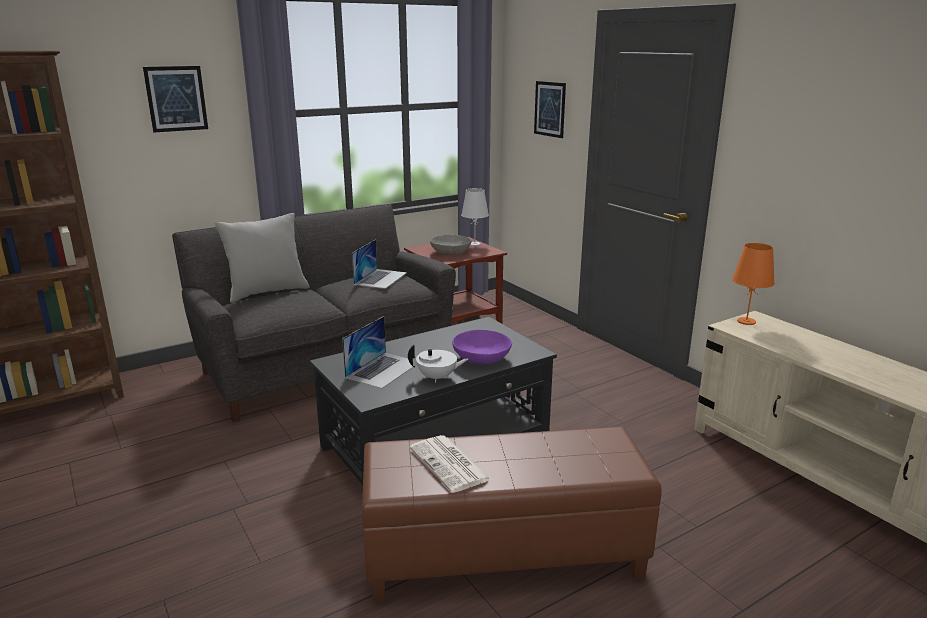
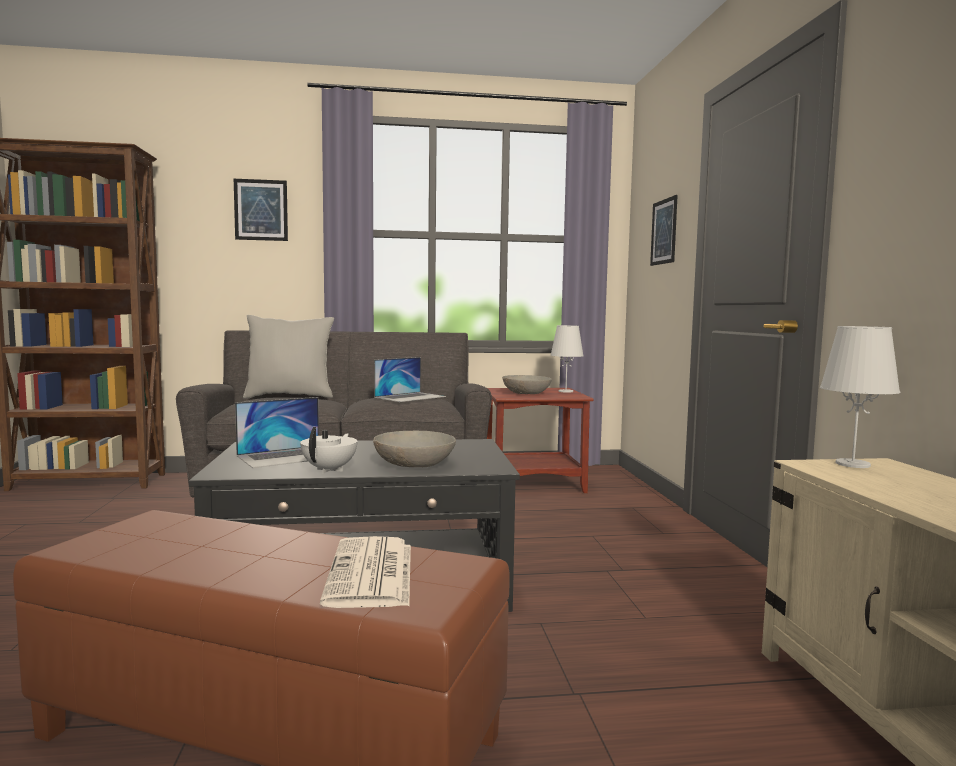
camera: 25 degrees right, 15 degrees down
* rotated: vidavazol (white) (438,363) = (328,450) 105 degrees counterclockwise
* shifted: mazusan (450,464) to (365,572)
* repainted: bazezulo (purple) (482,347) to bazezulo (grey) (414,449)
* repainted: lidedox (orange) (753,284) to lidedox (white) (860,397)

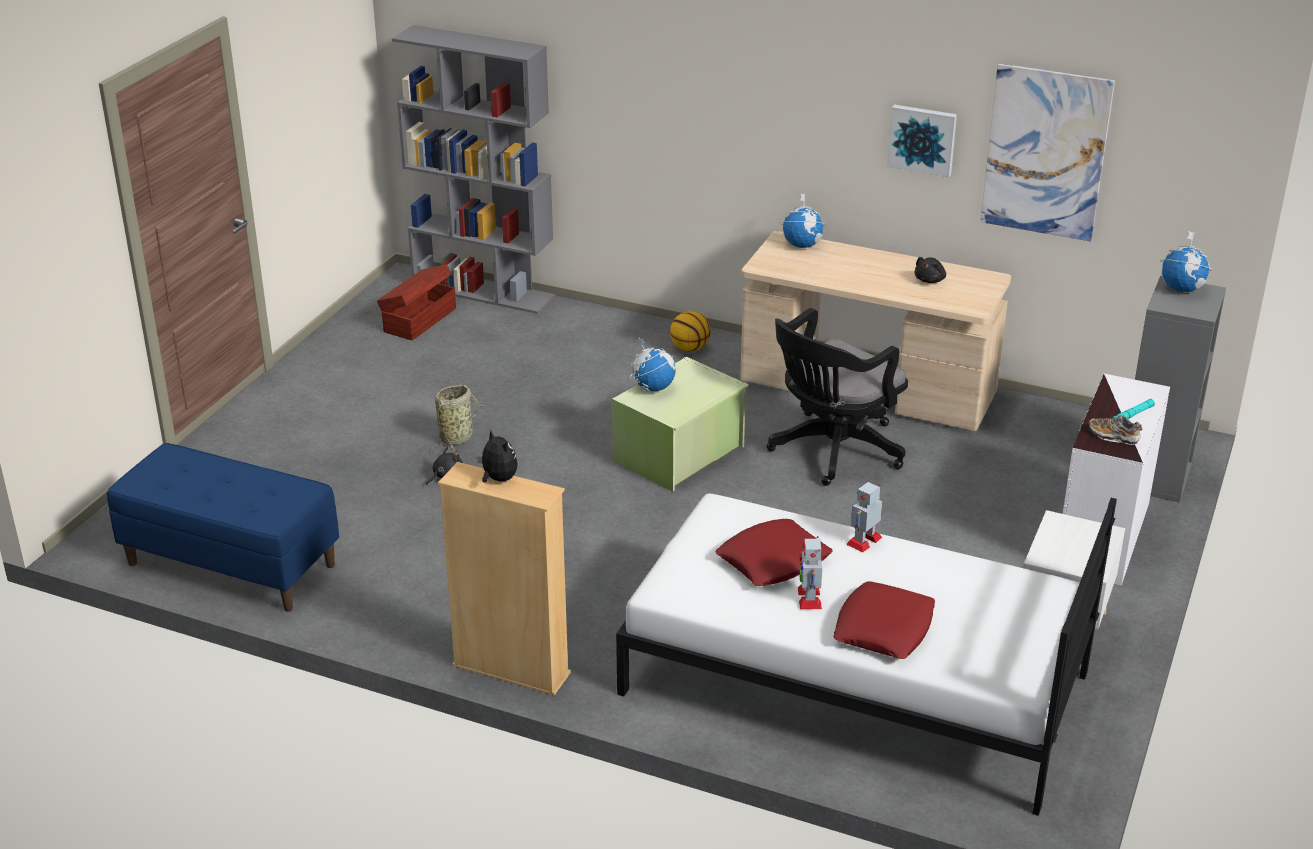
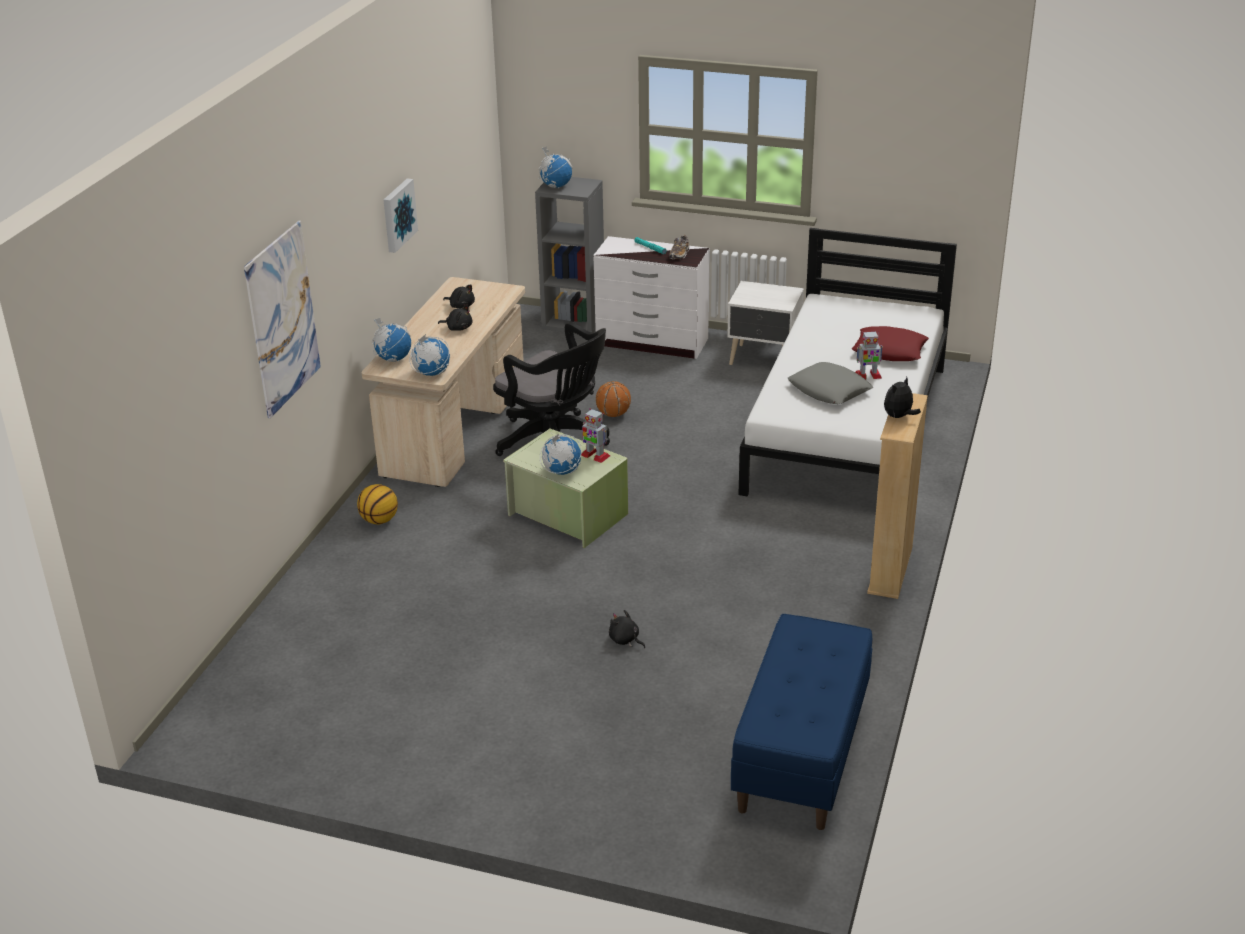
camera: 95 degrees left, 0 degrees up
* gone: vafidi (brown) (416,302)
* gone: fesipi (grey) (473,169)
* gone: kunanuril (459,419)
* repainted: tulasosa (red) (774,552) to tulasosa (grey) (830,383)
* shifted: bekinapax (864,517) to (595,435)
* shifted: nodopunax (1048,153) to (282,319)
* new: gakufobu (429,355)
* new: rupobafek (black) (455,317)
* new: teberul (613,399)

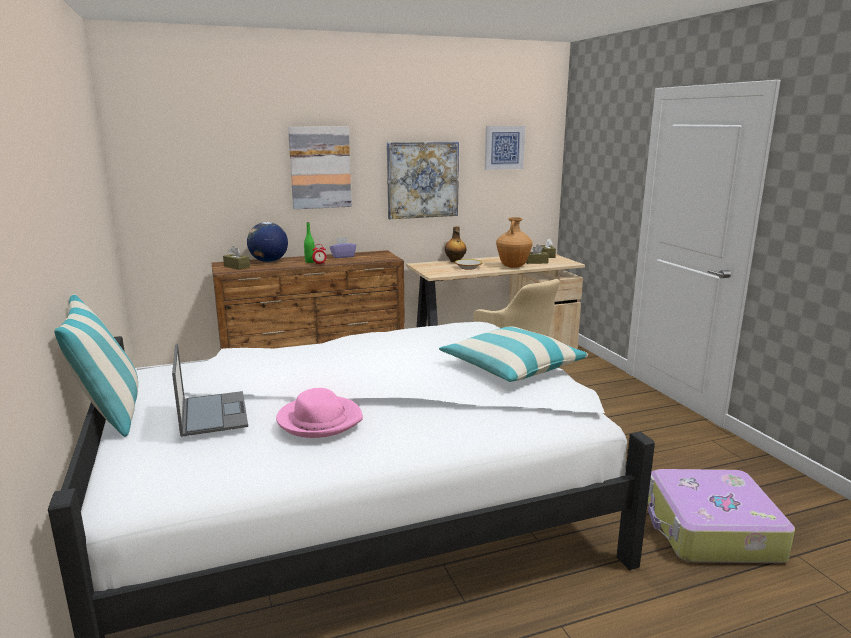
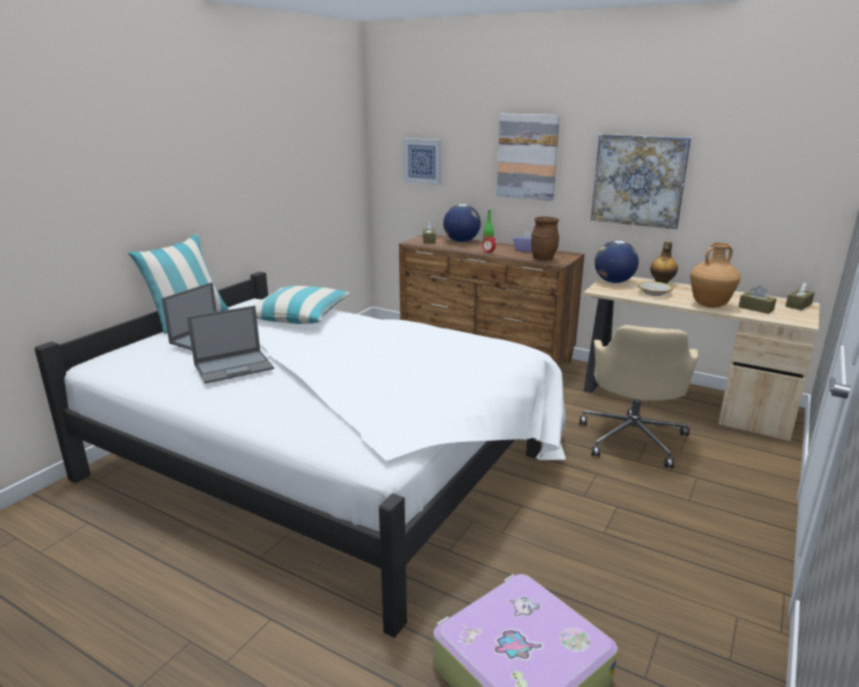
camera: 50 degrees right, 5 degrees up
* swapped: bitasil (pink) (319,413) to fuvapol (230,344)
* shifted: tulasosa (513,354) to (301,305)
* shifted: nodopunax (505,148) to (422,161)
* new: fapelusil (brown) (545,238)
* new: gakufobu (617,261)

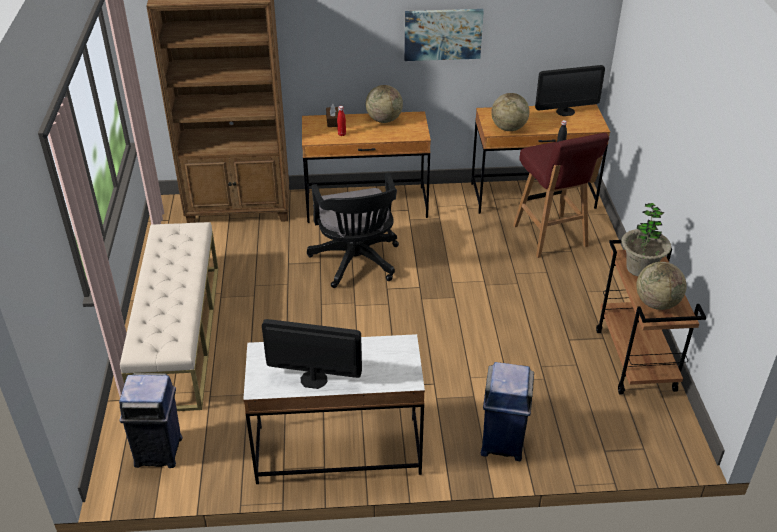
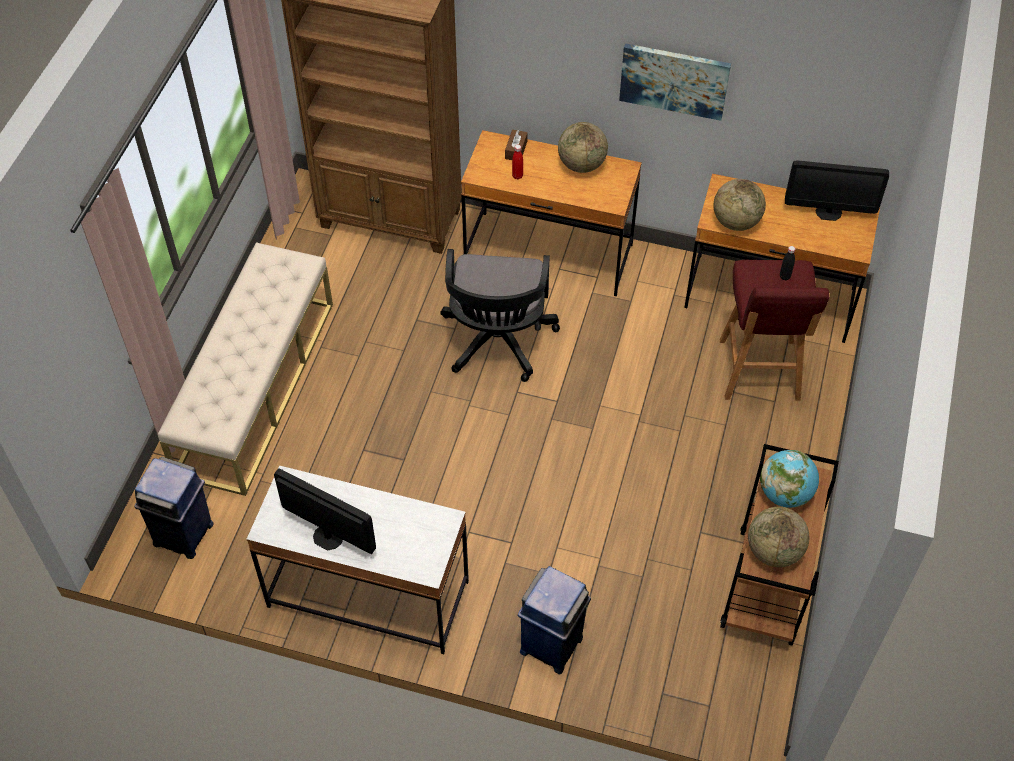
camera: 20 degrees right, 15 degrees up
* swapped: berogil (646,239) to gakufobu (789,479)

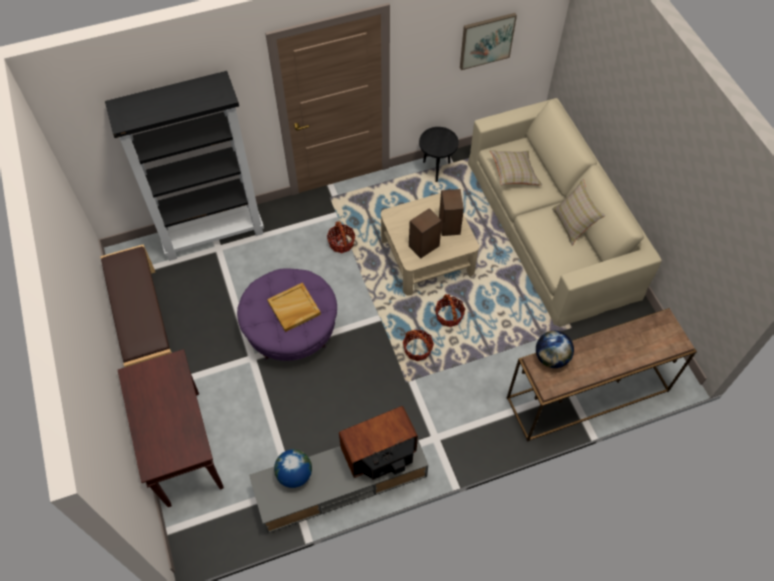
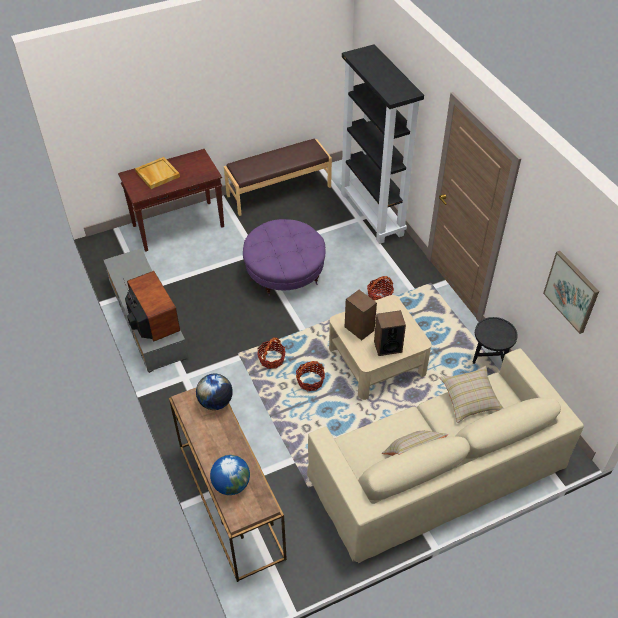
camera: 85 degrees right, 10 degrees down
* shifted: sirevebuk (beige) (294,307) to (157,173)
* shifted: gakufobu (293,468) to (230,475)

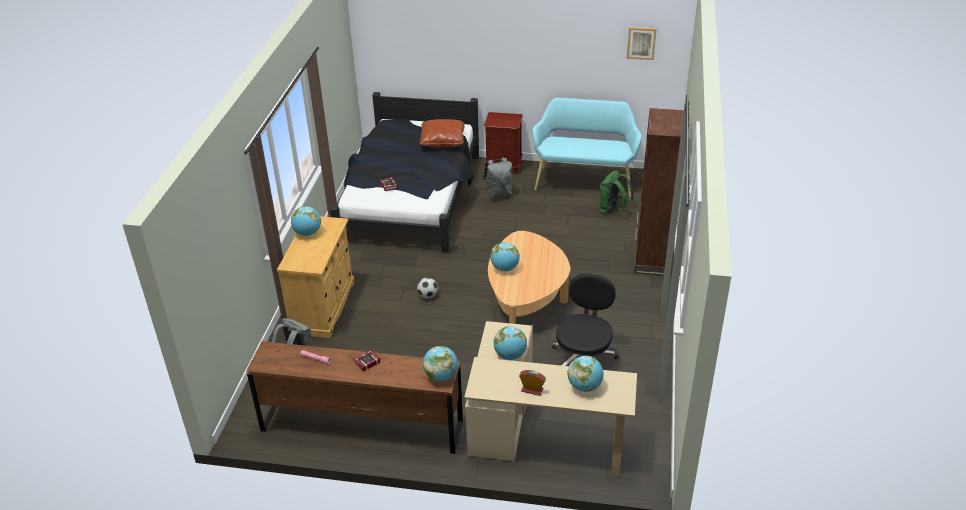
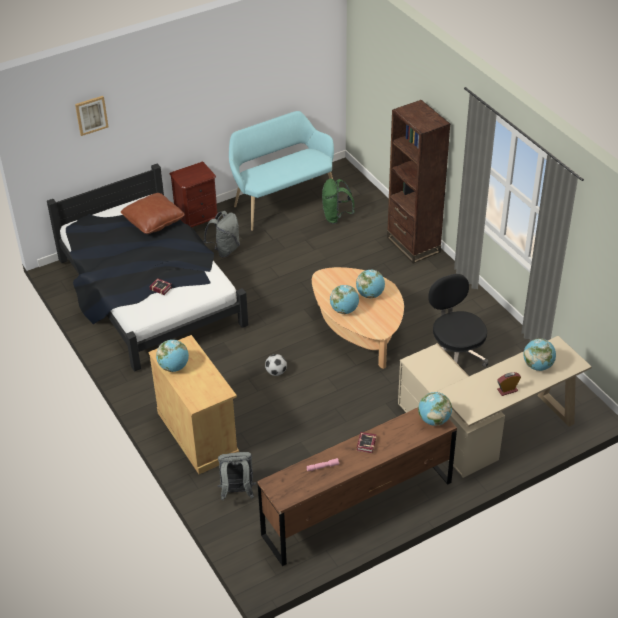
camera: 40 degrees left, 5 degrees up
* shifted: gakufobu (510,343) to (370,284)
* shifted: nodopunax (642,43) to (91,116)

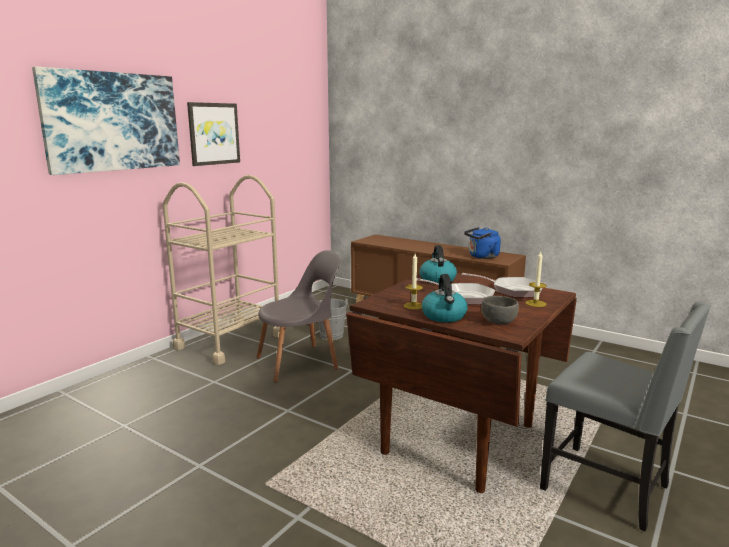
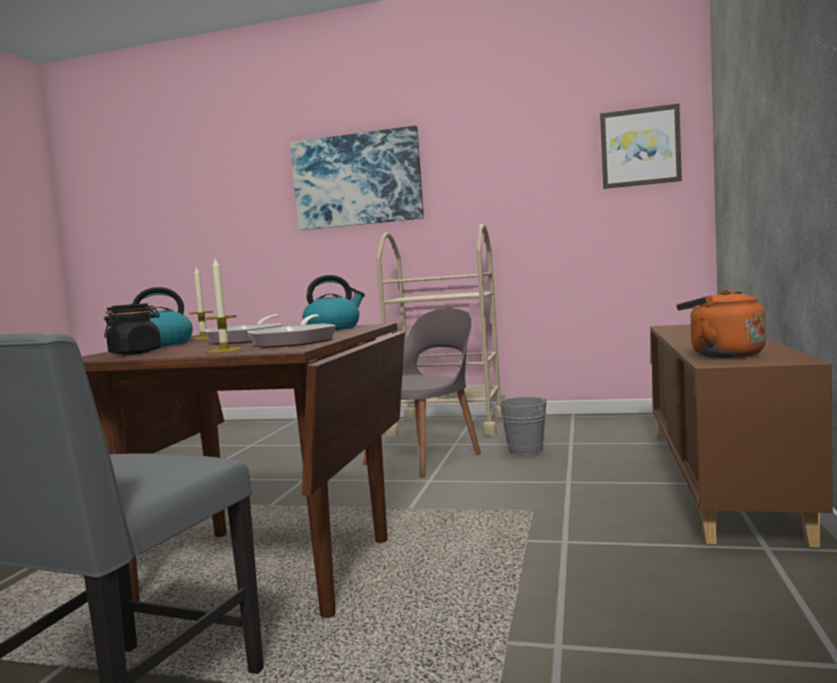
camera: 70 degrees right, 10 degrees down
* shifted: nodopunax (213,134) to (641,146)
* rotated: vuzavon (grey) (298,316) = (422,392) 90 degrees counterclockwise
* repainted: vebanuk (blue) (482,243) to vebanuk (orange) (721,323)
* swapped: bazezulo (grey) (500,310) to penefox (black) (133,329)

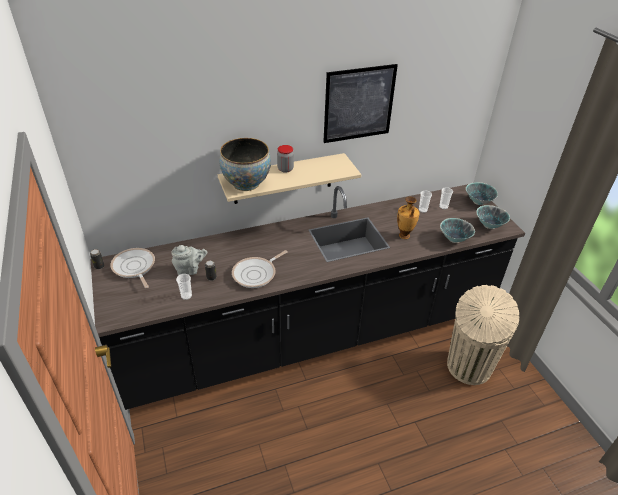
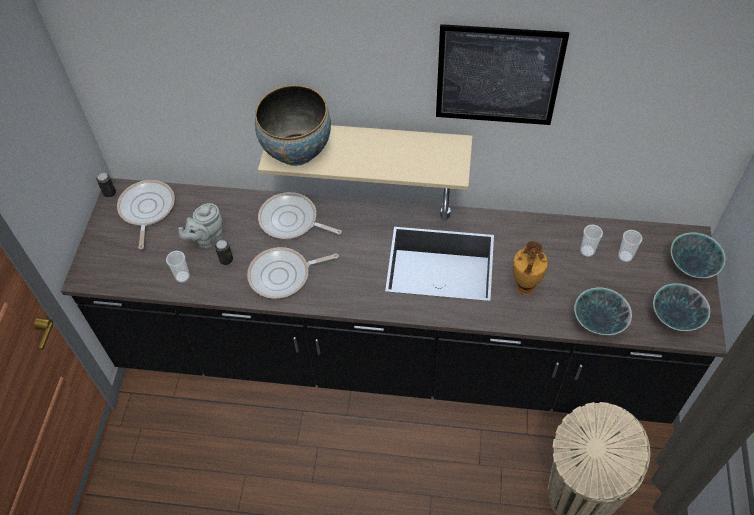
camera: 30 degrees right, 15 degrees up
* rotated: vidavazol (grey) (189,260) = (200,226) 120 degrees clockwise
* gone: penefox (285,159)
* new: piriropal (300,215)

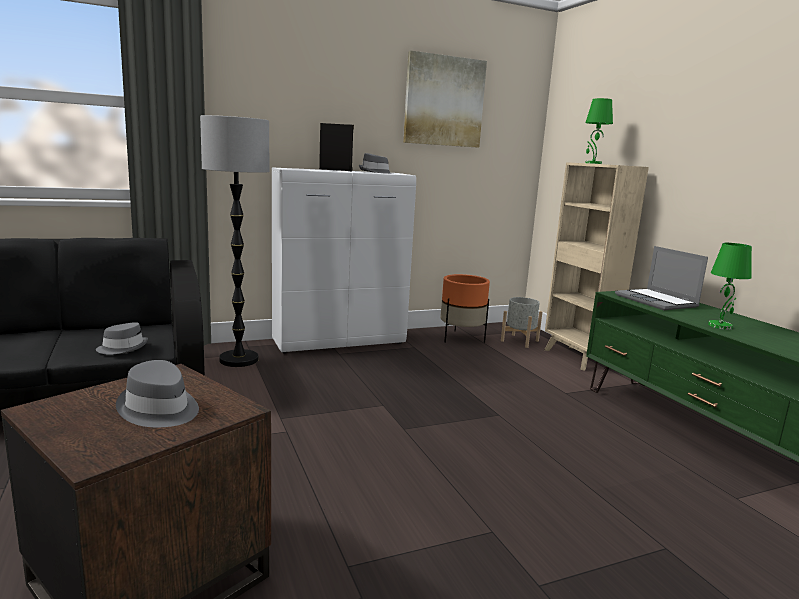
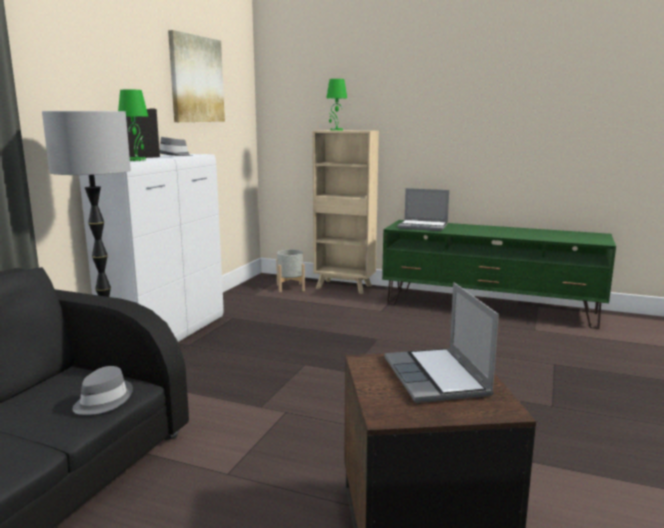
camera: 45 degrees left, 0 degrees up
* swapped: bitasil (grey) (157,393) to fuvapol (441,343)
* gone: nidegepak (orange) (465,308)
* shifted: lidedox (green) (730,286) to (133,125)

